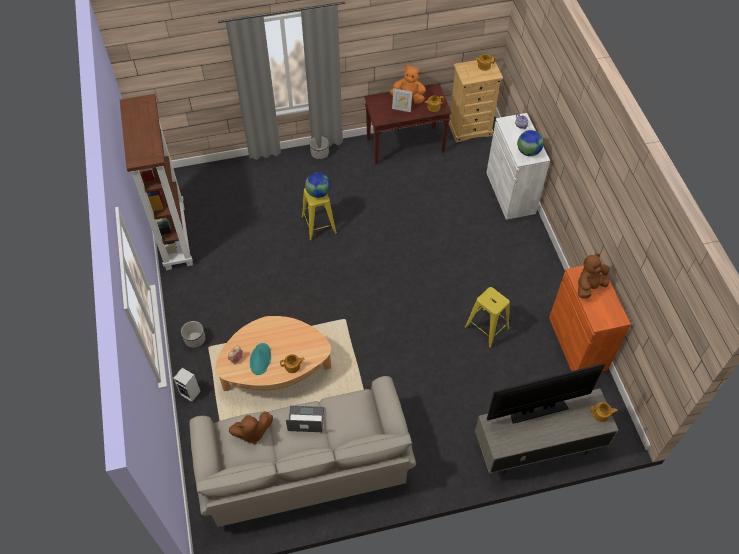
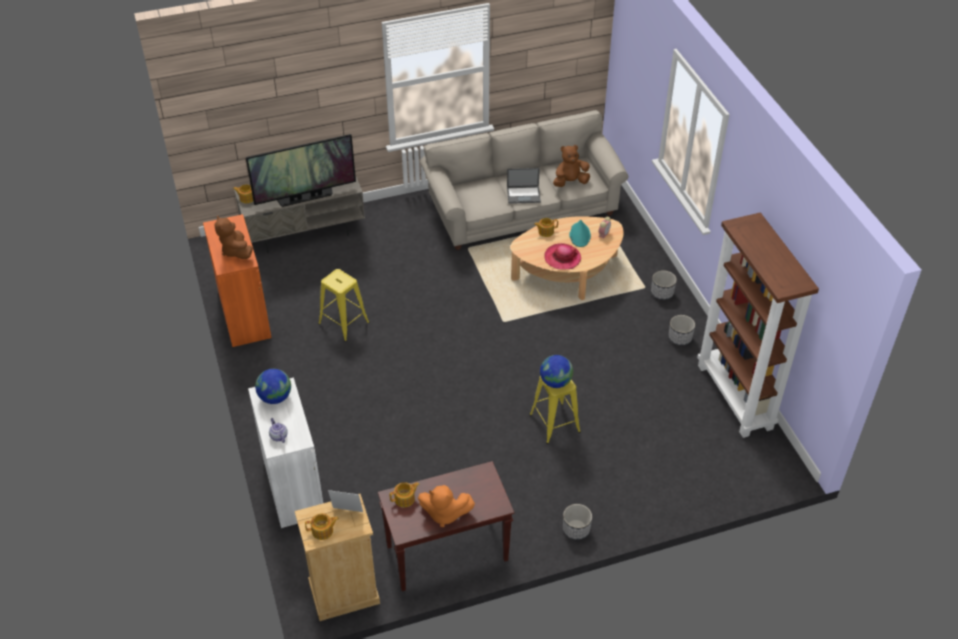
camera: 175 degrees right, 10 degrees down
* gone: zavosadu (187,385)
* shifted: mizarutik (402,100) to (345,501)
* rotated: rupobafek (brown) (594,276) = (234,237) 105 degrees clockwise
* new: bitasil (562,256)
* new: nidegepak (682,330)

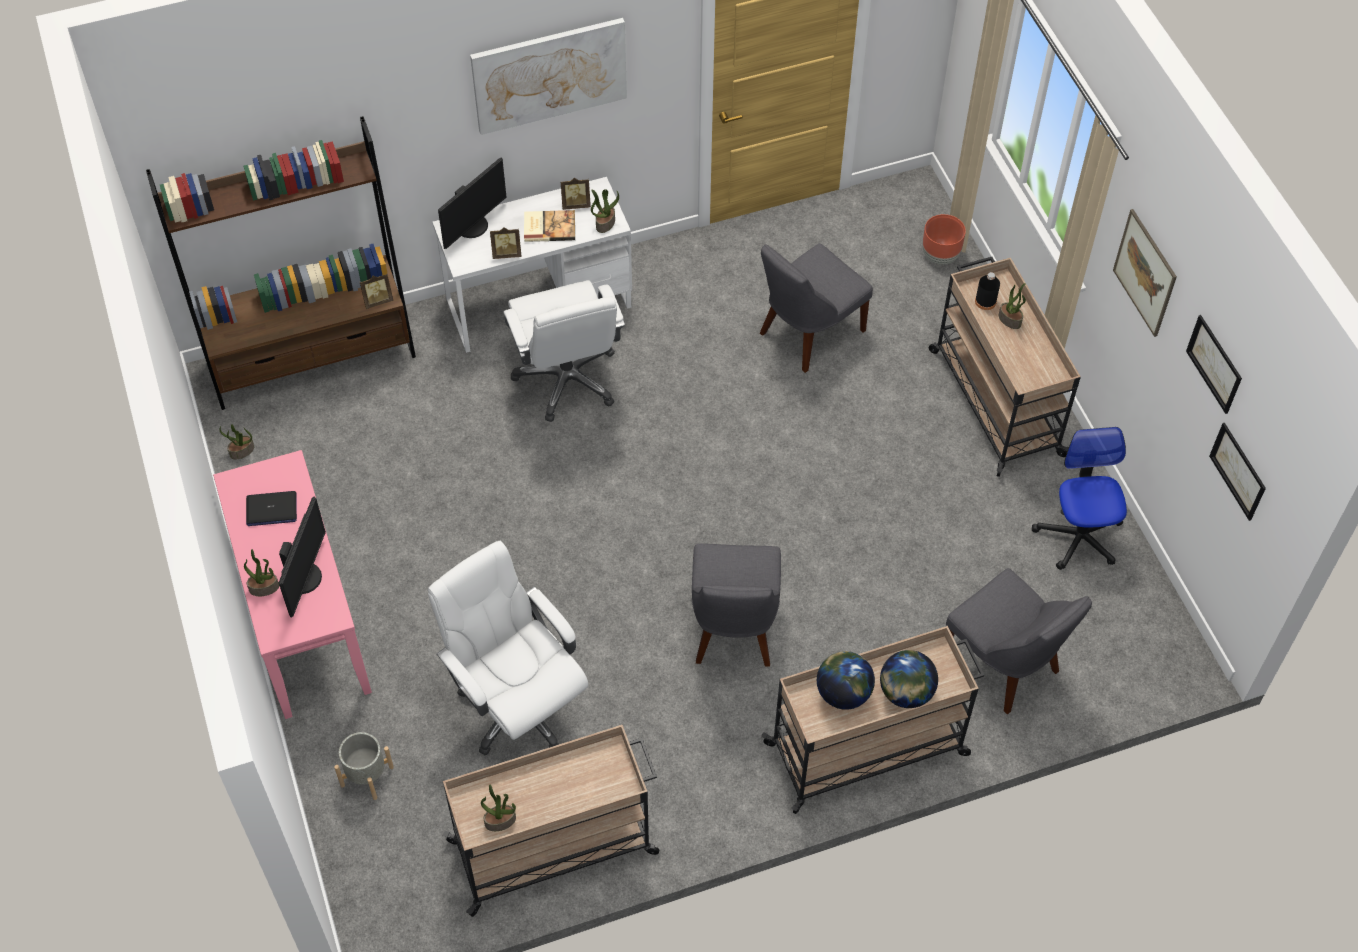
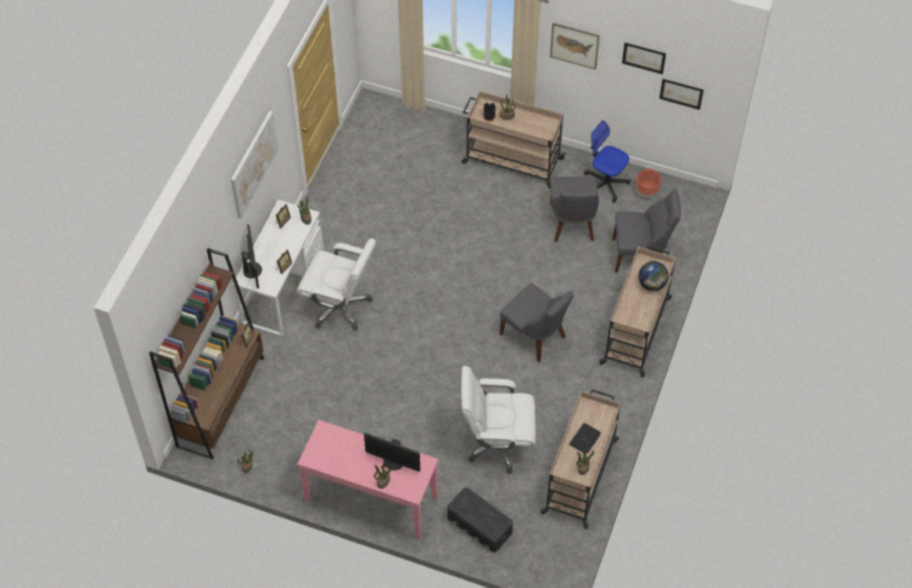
camera: 50 degrees left, 0 degrees up
* shifted: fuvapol (271,508) to (585,438)
* rotated: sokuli (302,557) = (392,452) 150 degrees clockwise
* swapped: nidegepak (grey) (364,766) to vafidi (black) (480,519)
* gone: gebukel (549,226)
* shifted: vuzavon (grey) (816,308) to (574,209)
* gone: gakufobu (846,680)
* shifted: nidegepak (brown) (944,239) to (648,184)

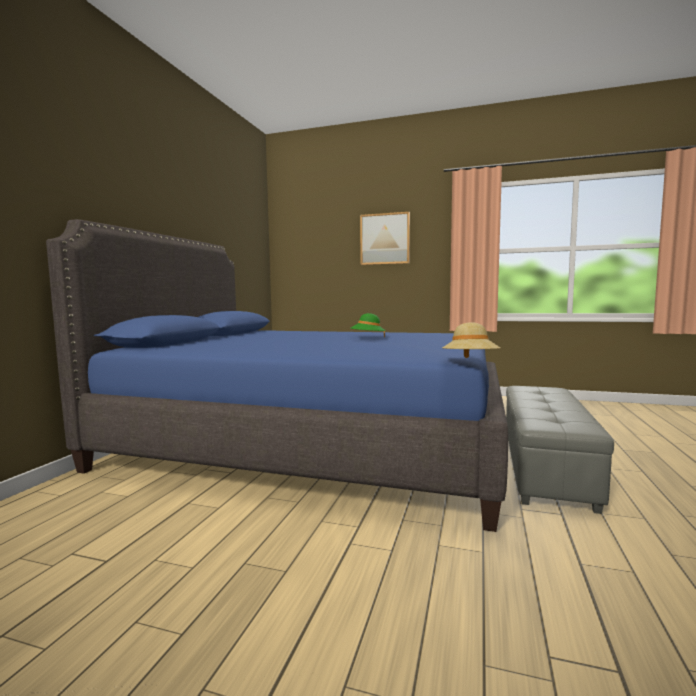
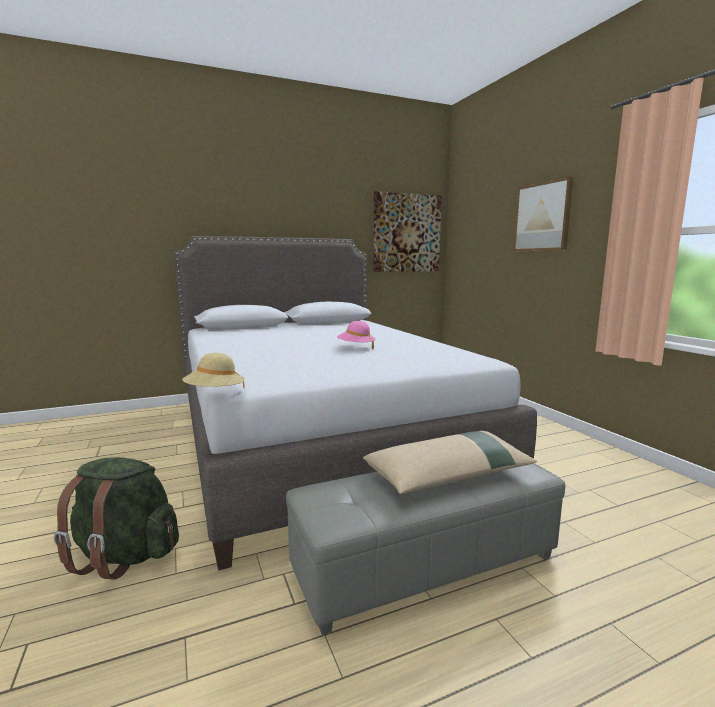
camera: 50 degrees right, 5 degrees up
* repainted: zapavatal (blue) (277,375) to zapavatal (grey) (355,403)
* repainted: bitasil (green) (368,325) to bitasil (pink) (356,335)
* new: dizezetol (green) (116,518)
* new: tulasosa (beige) (450,462)
* new: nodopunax (407,231)

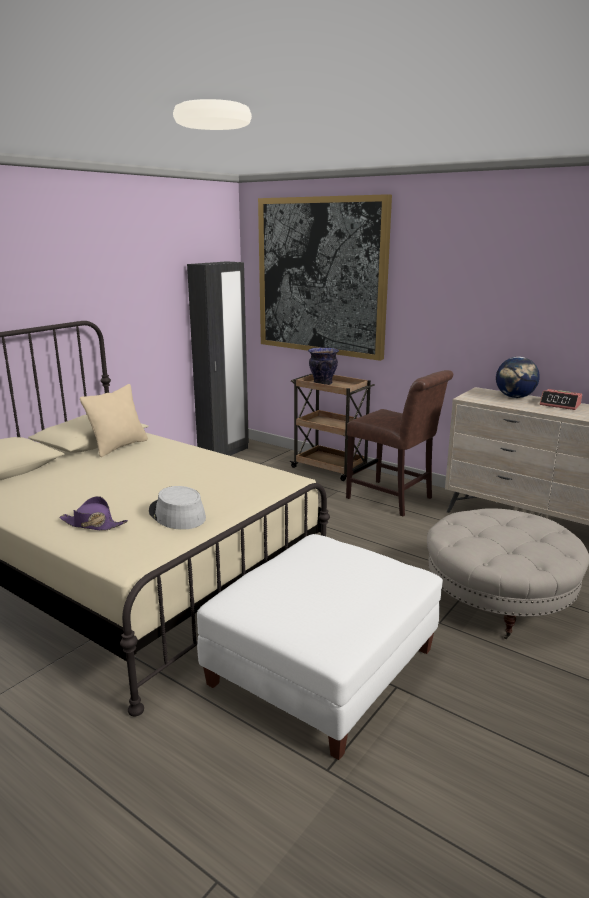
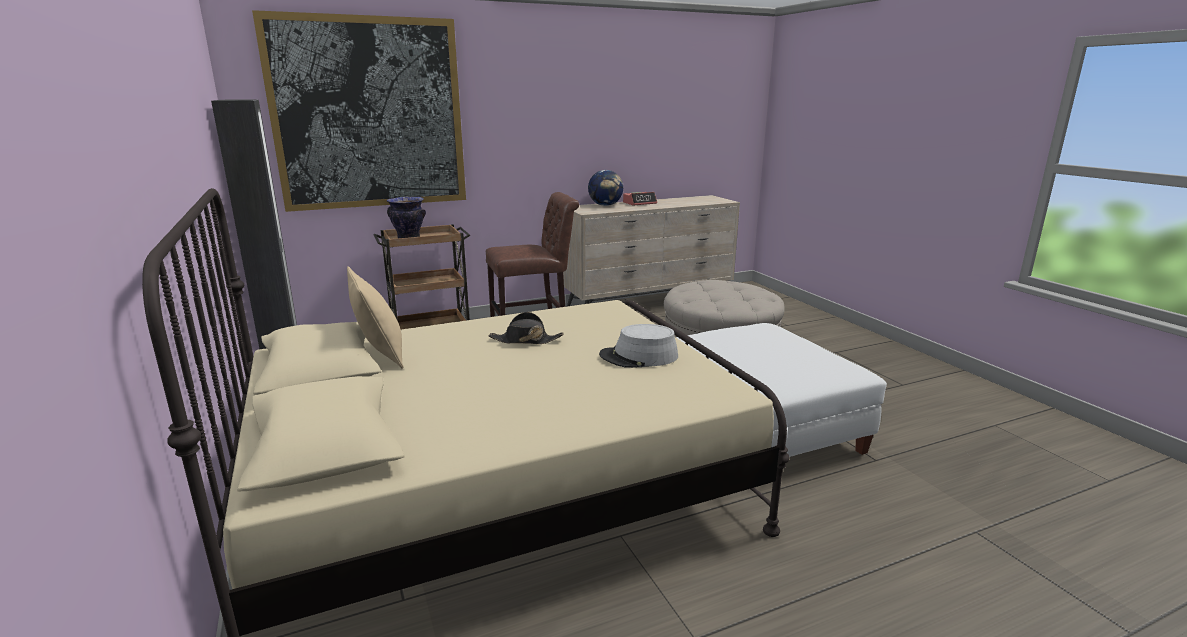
camera: 60 degrees left, 0 degrees up
* gone: bitasil (purple) (93,513)
* new: bitasil (black) (526,328)

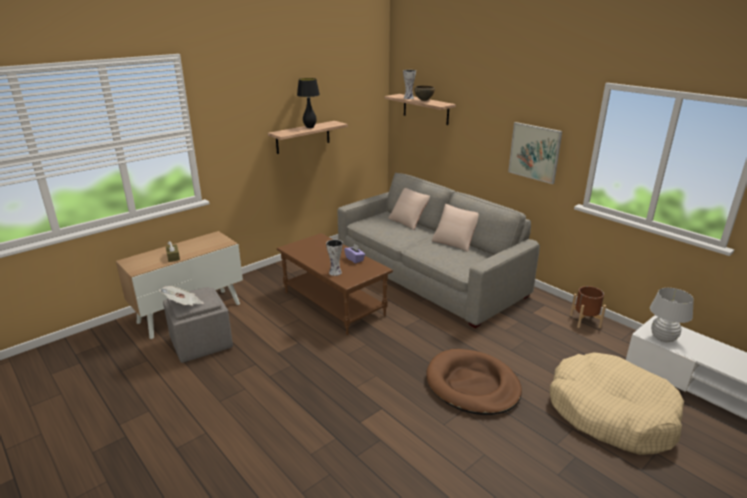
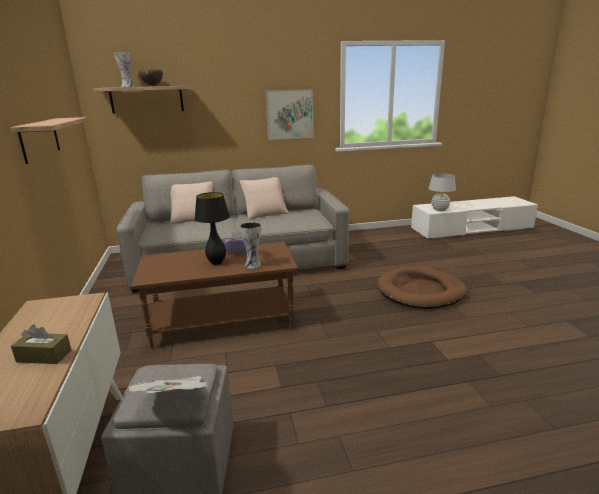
camera: 60 degrees left, 5 degrees down
* shifted: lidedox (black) (308,103) to (212,228)
* gone: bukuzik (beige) (617,403)
* gone: nidegepak (brown) (588,307)

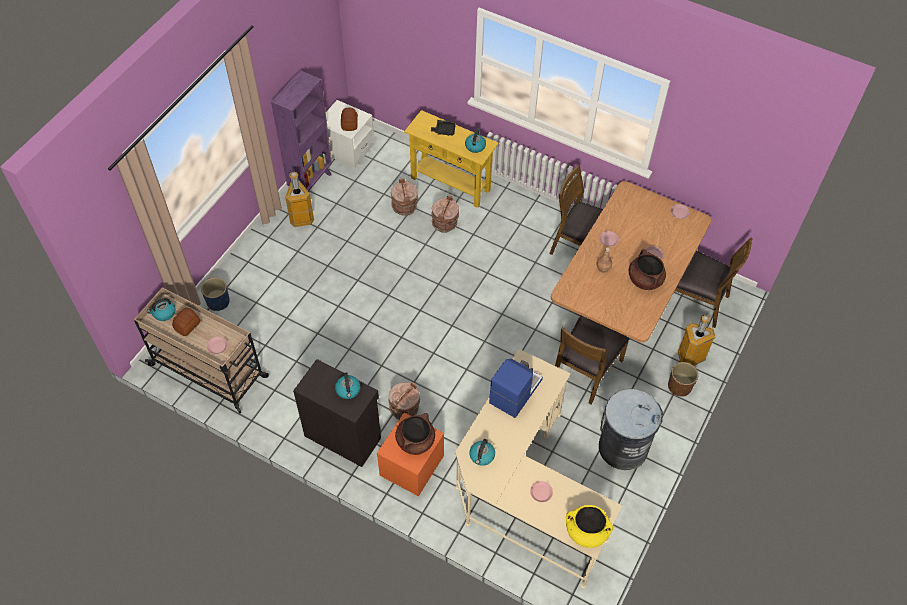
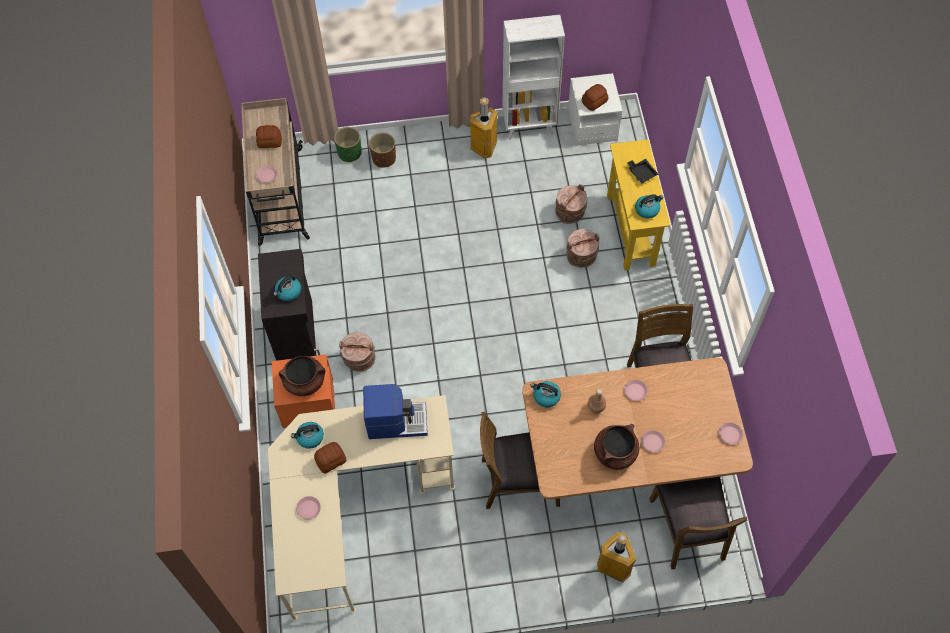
camera: 55 degrees right, 5 degrees up
* shifted: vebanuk (161,309) to (546,394)
* repainted: nidegepak (blue) (215,294) to nidegepak (green) (348,145)
* repainted: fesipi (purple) (301,131) to fesipi (white) (533,77)
* gone: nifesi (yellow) (589,526)
* gone: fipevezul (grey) (631,429)
* shifted: nidegepak (brown) (683,379) to (382,150)
* new: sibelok (330,458)

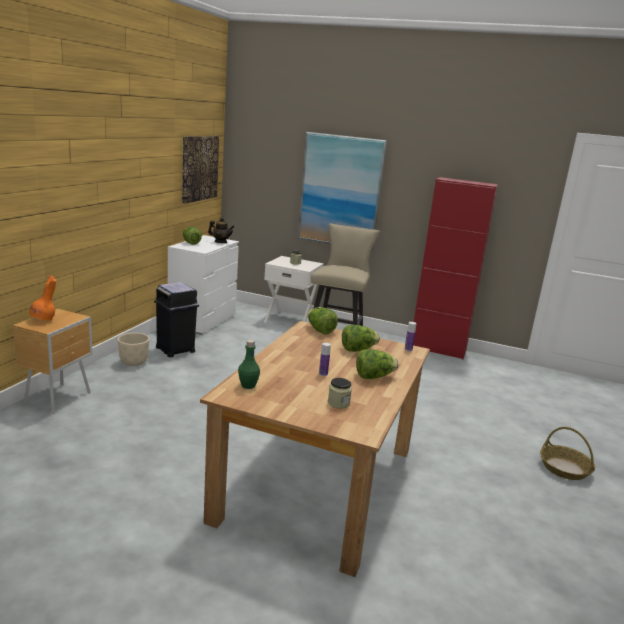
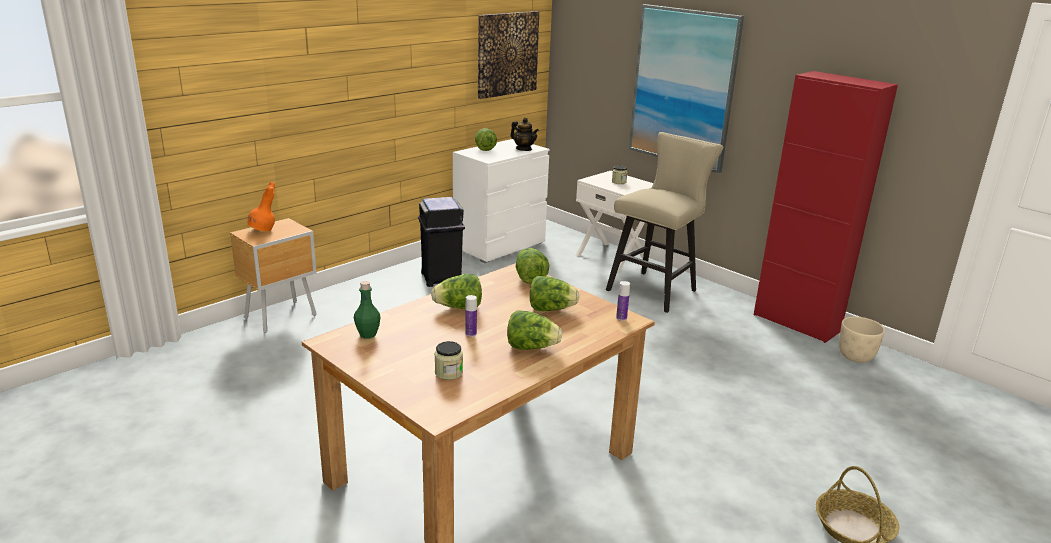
camera: 25 degrees right, 5 degrees up
* shifted: nidegepak (beige) (133,349) to (862,340)
* new: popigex (456,291)

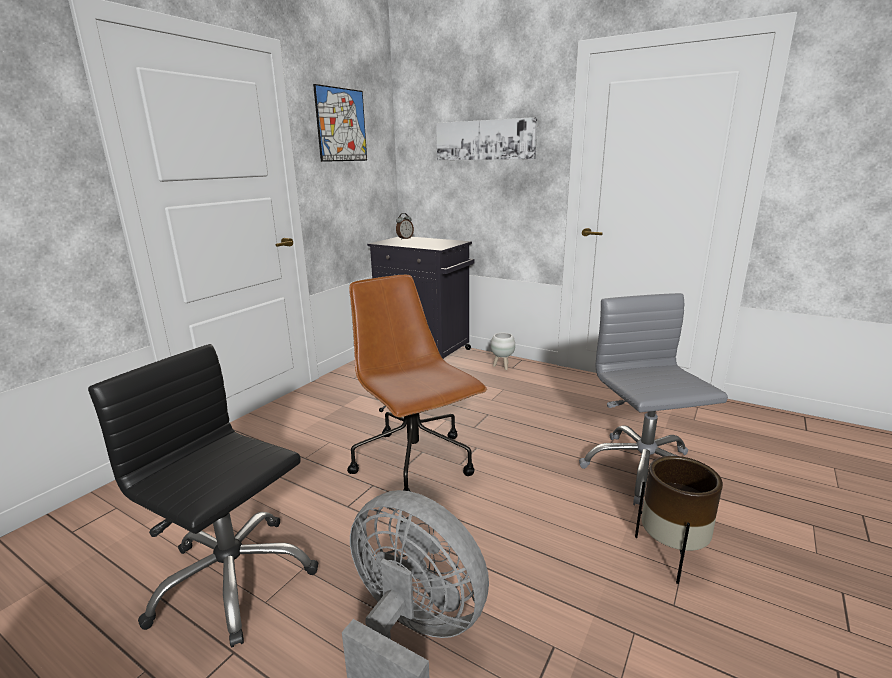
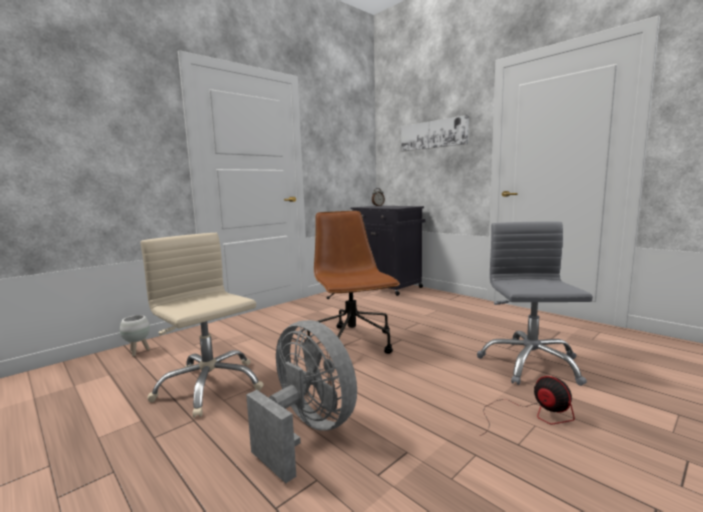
camera: 15 degrees right, 10 degrees down
* repainted: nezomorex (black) (203,496) to nezomorex (beige) (202,325)
* gone: nodopunax (340,123)
* shifted: nidegepak (white) (503,351) to (135,336)
* swapped: nidegepak (brown) (679,520) to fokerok (527,406)

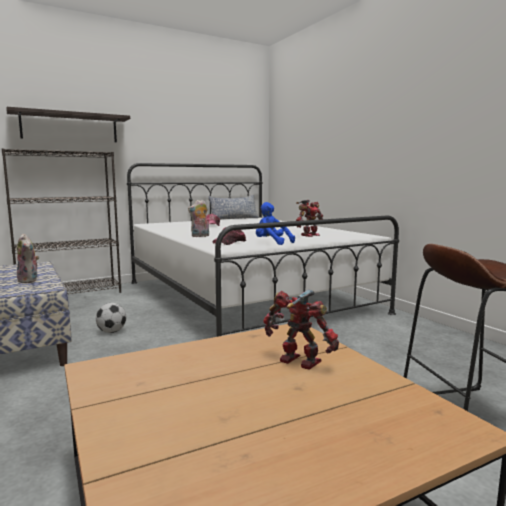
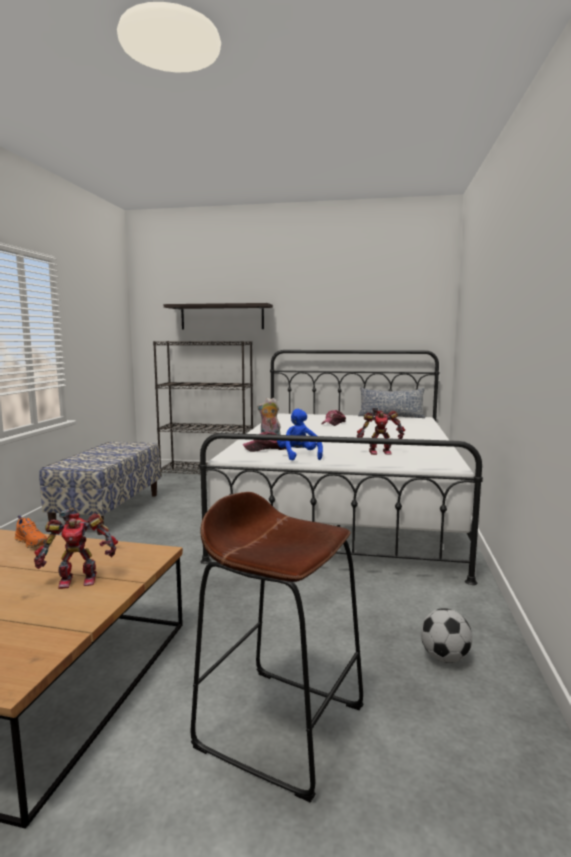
camera: 40 degrees right, 0 degrees up
* gone: rupobafek (28,258)
* shifted: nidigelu (111,318) to (446,635)
* rotated: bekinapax (301,329) = (76,548) 90 degrees clockwise
* new: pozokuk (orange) (30,531)

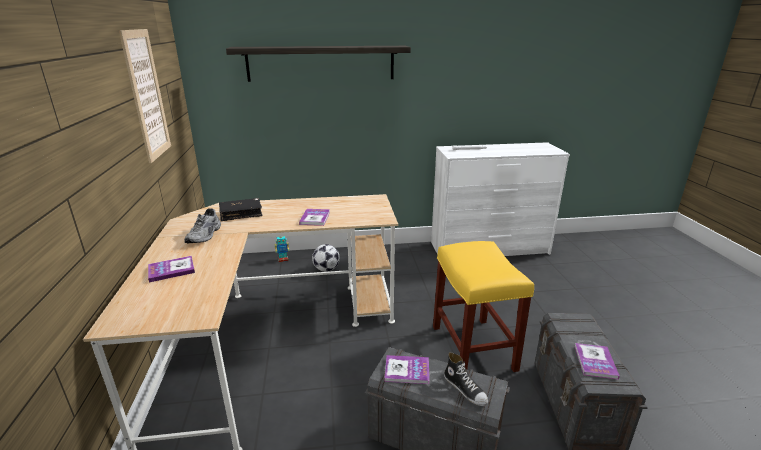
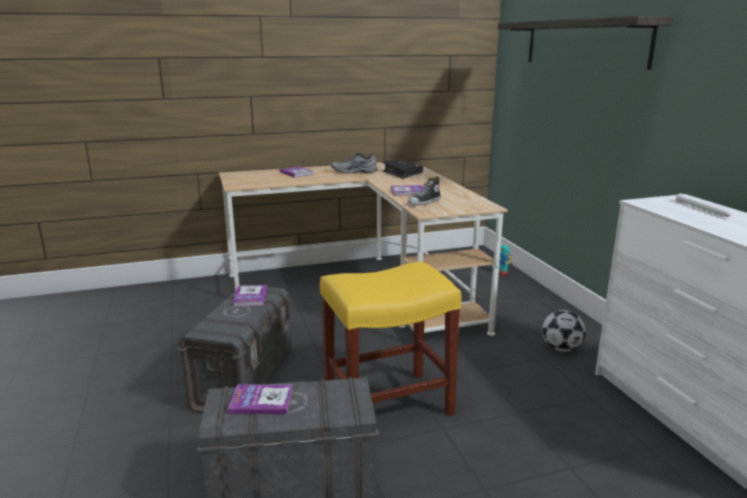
camera: 80 degrees right, 5 degrees down
* gone: nodopunax (145,96)
* shifted: nidigelu (326,258) to (564,331)
* shifted: pozokuk (466,379) to (424,191)

